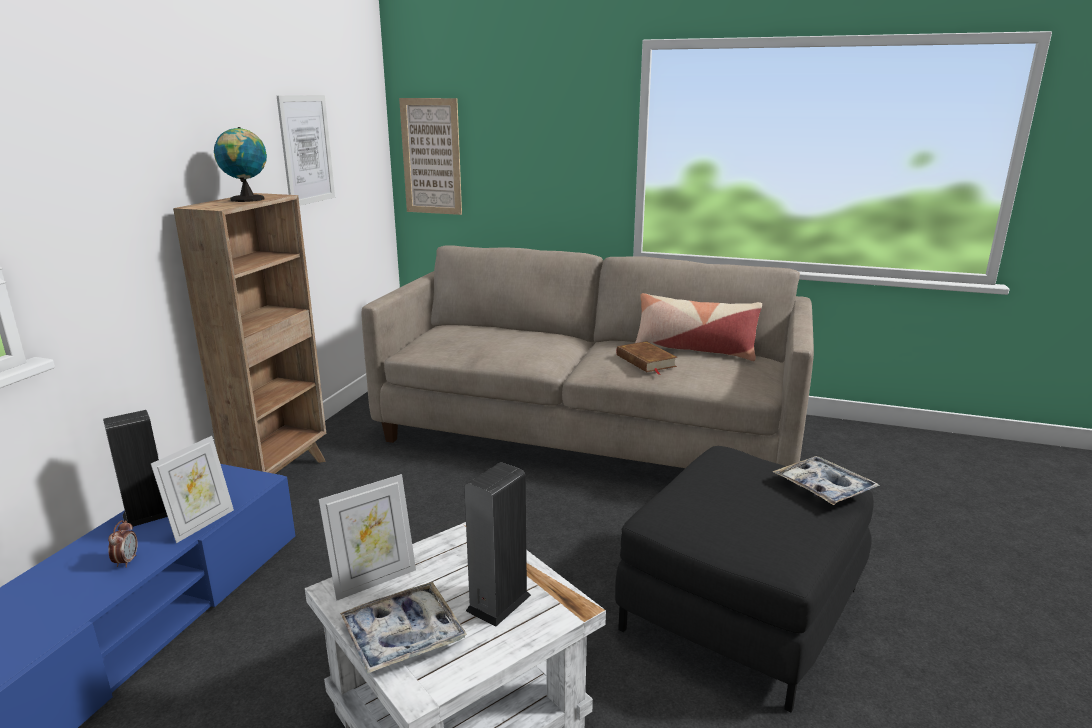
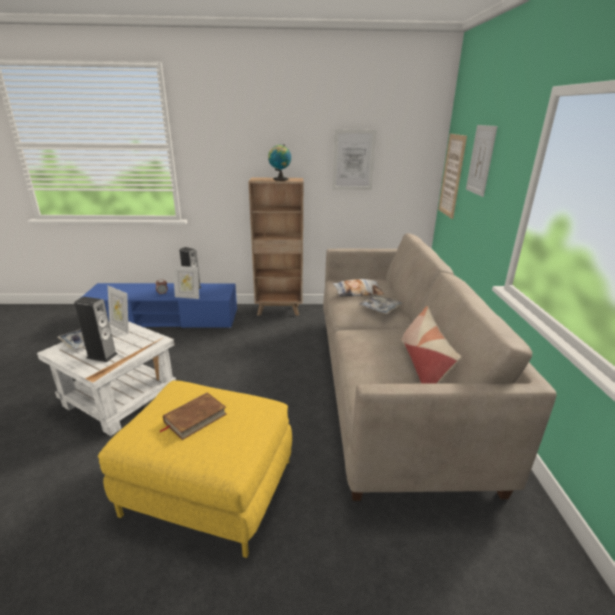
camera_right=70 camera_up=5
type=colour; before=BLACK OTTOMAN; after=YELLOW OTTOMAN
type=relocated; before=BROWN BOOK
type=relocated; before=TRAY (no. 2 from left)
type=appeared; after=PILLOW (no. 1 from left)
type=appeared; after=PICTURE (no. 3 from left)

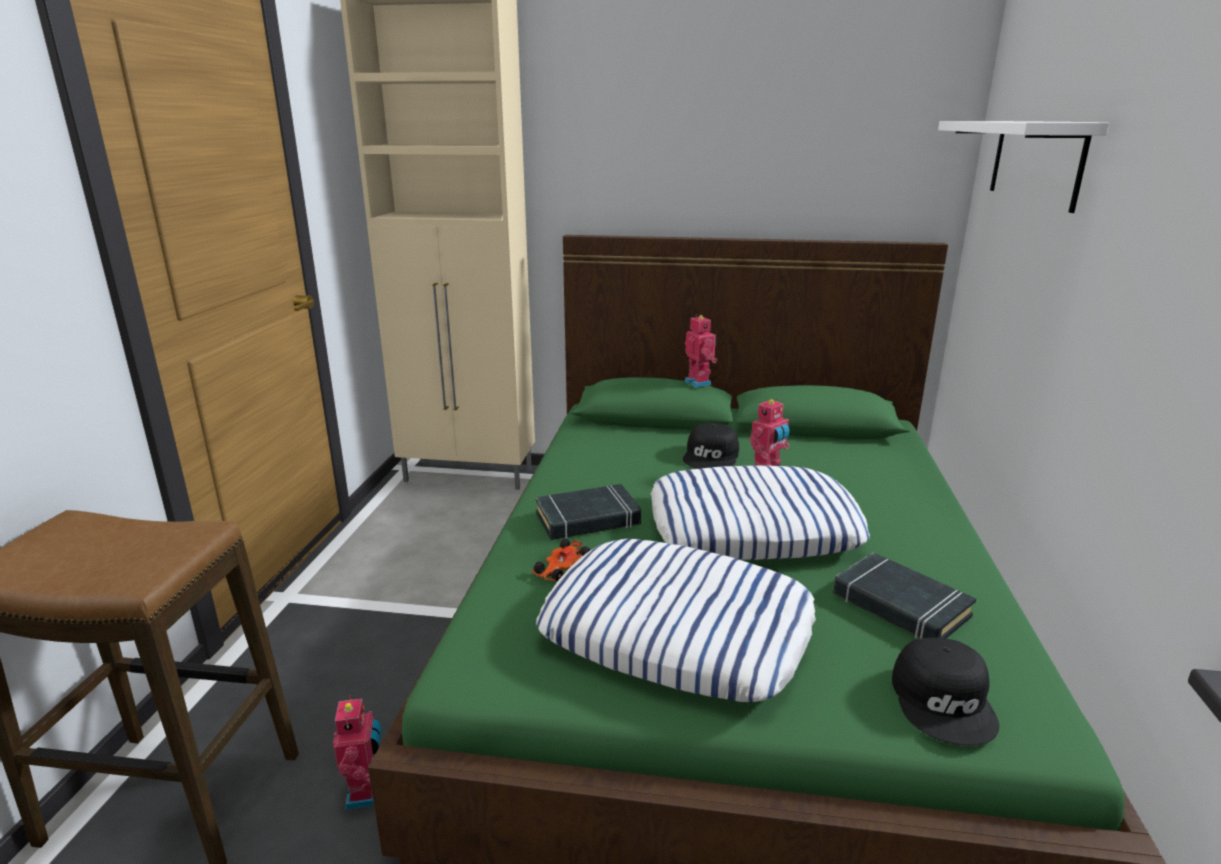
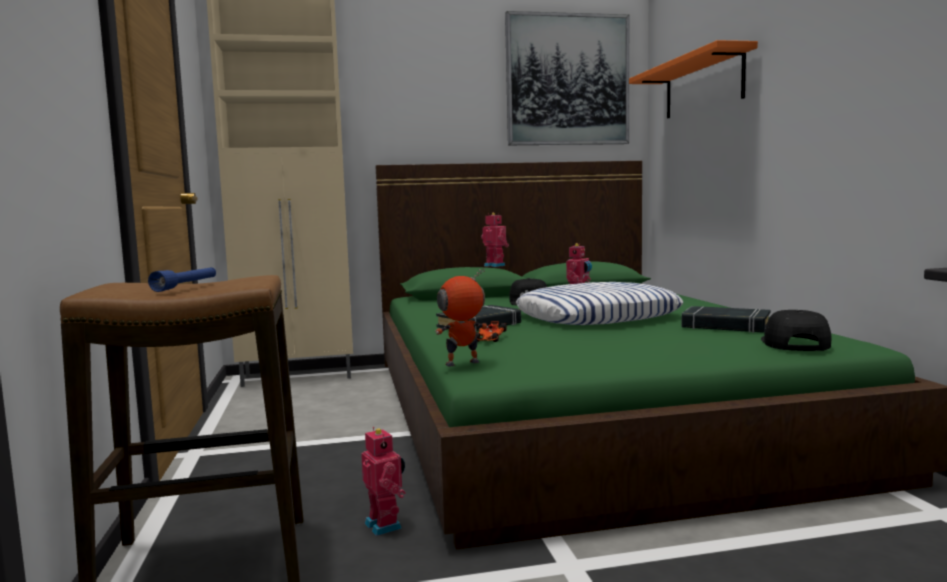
camera_right=-20 camera_up=-15
type=missing; before=PILLOW (no. 1 from left)
type=spun; before=BLACK CAP (no. 2 from left); turn=-150
type=colour; before=WHITE SHELF; after=ORANGE SHELF
type=appeared; after=BLUE FLASHLIGHT
type=appeared; after=TOY ROBOT (no. 2 from left)
type=appeared; after=PICTURE

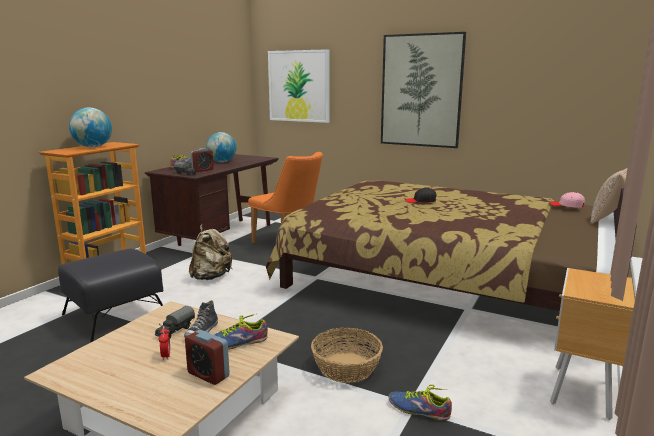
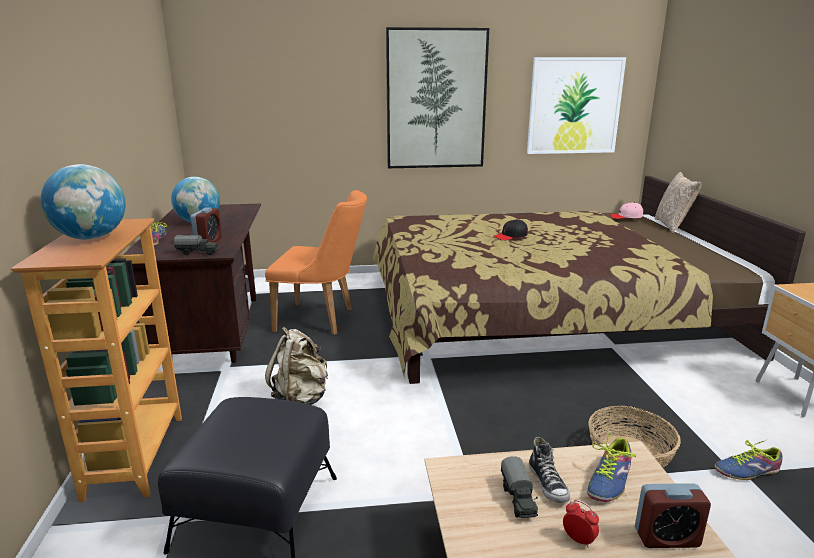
camera_right=-35 camera_up=5
type=relocated; before=PICTURE (no. 1 from left in the first image); after=PICTURE (no. 2 from left)

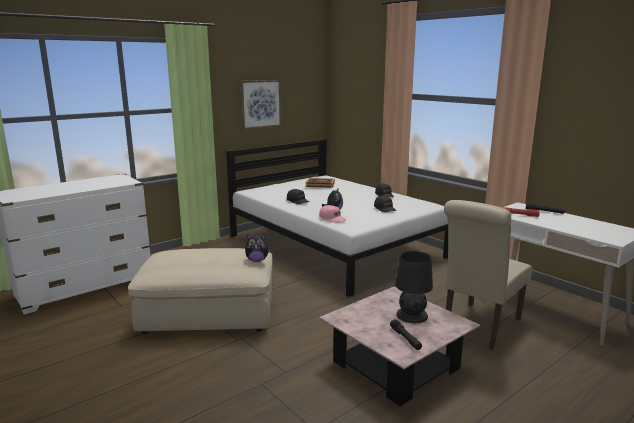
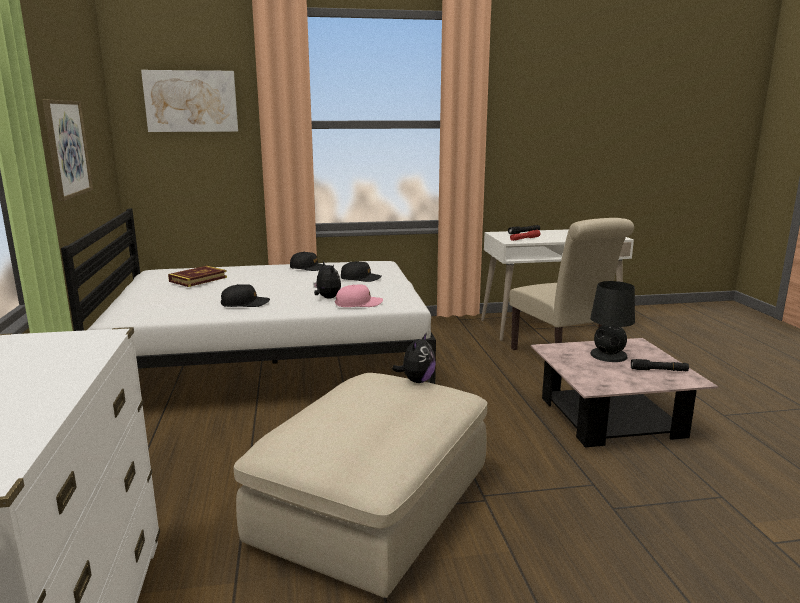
camera_right=-60 camera_up=0
type=appeared; after=PICTURE (no. 2 from left)

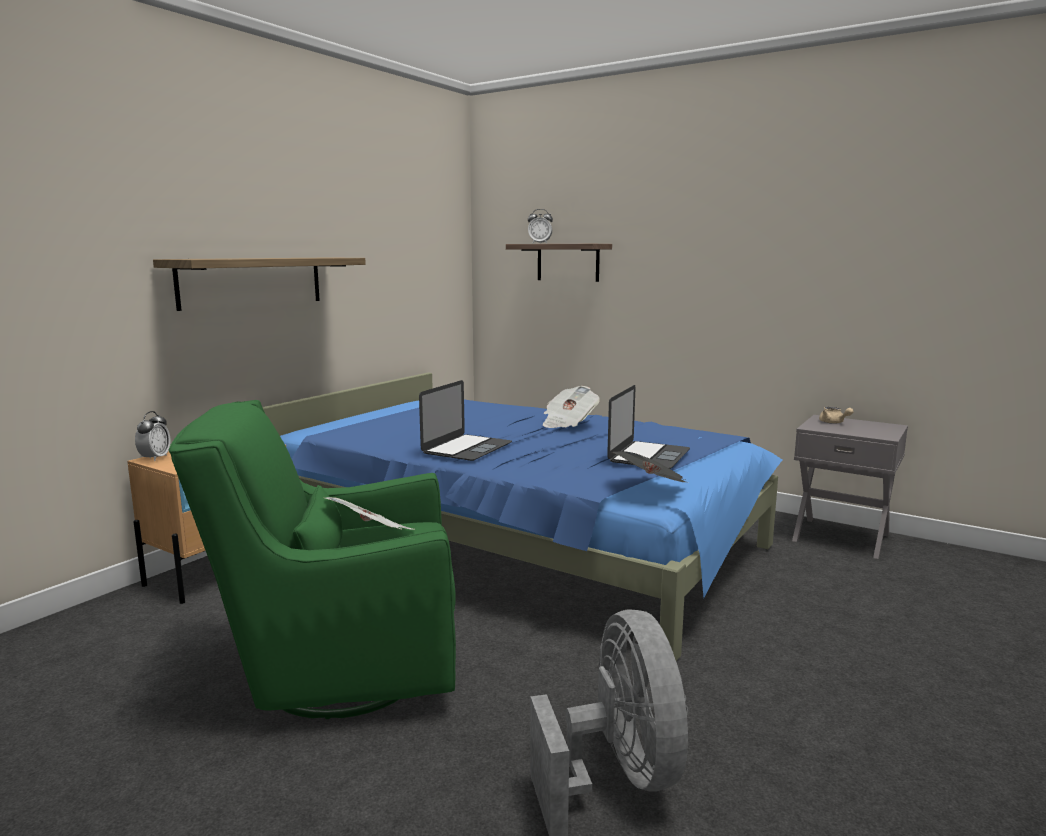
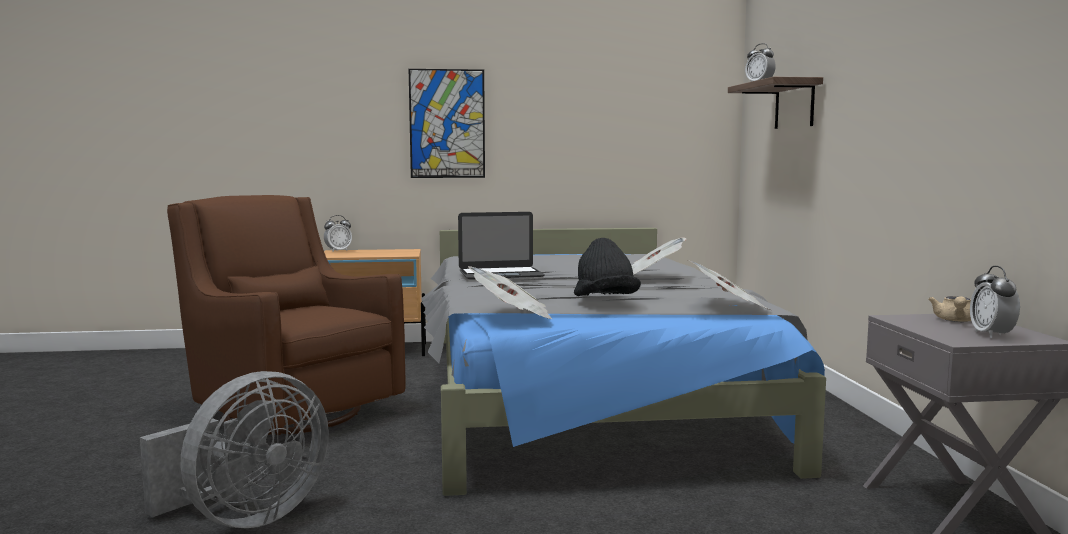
camera_right=50 camera_up=-5
type=exchanged; before=SHELF (no. 1 from left); after=PICTURE
type=colour; before=GREEN ARMCHAIR; after=BROWN ARMCHAIR
type=colour; before=BLUE BED; after=GREY BED
type=relocated; before=NEWSPAPER (no. 1 from left in the first image); after=NEWSPAPER (no. 3 from left)
type=exchanged; before=LAPTOP (no. 2 from left); after=BLACK HAT
type=appeared; after=ALARM CLOCK (no. 3 from left)

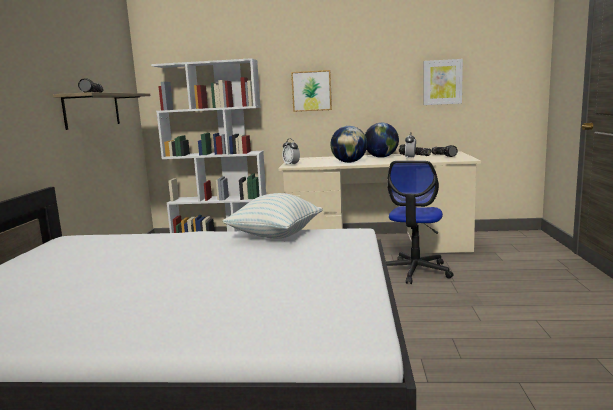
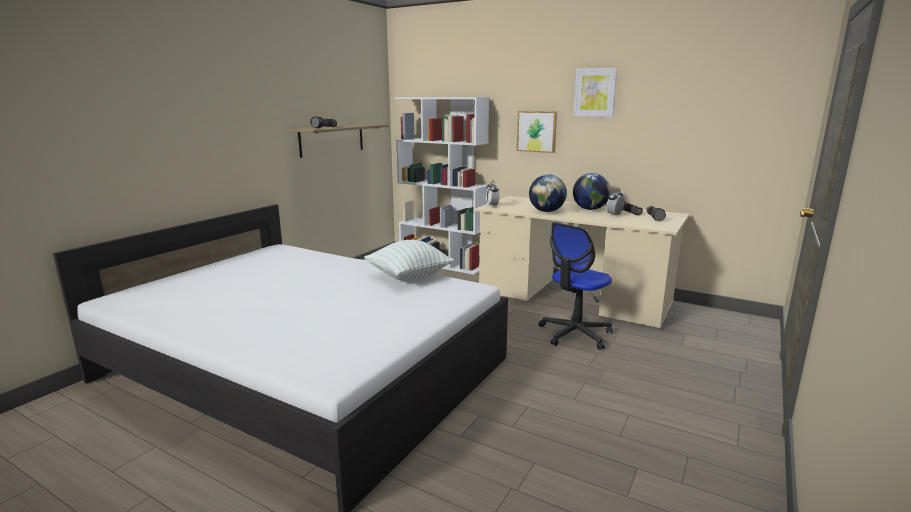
camera_right=25 camera_up=5
type=relocated; before=PICTURE (no. 2 from left)

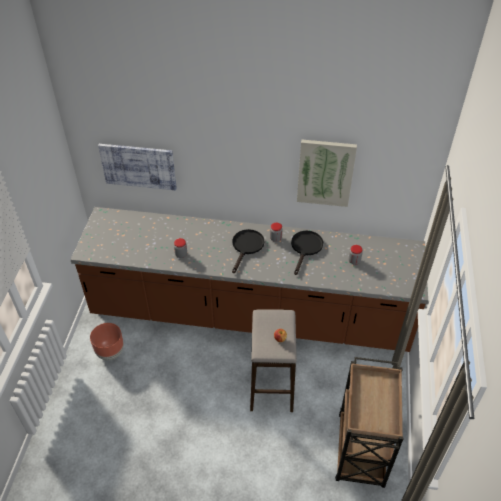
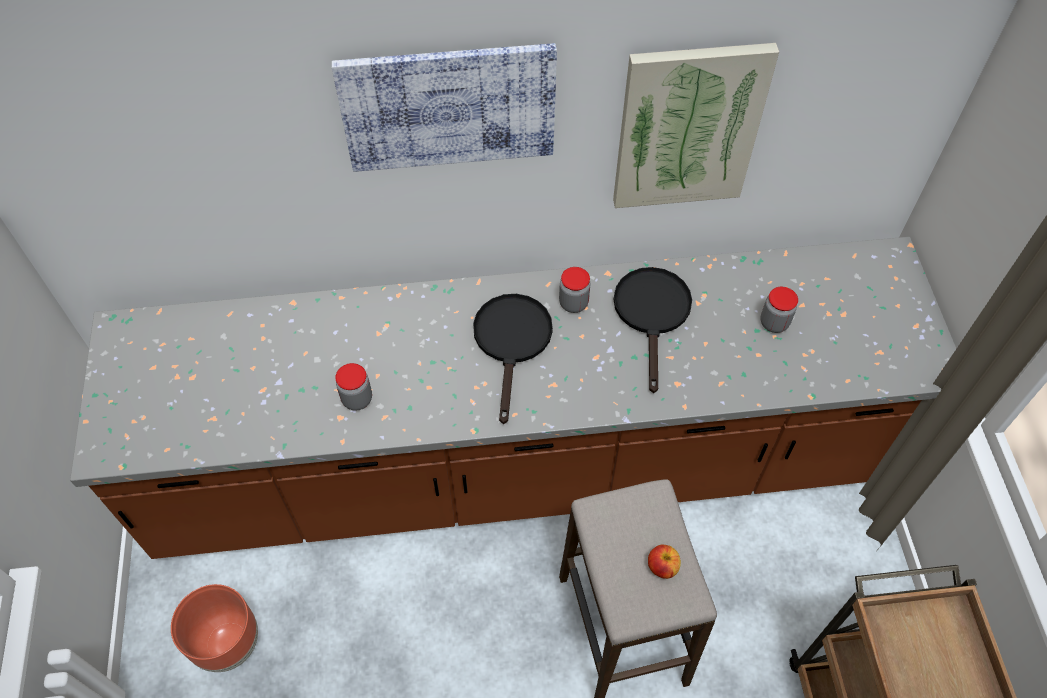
camera_right=-15 camera_up=10
type=relocated; before=PICTURE (no. 1 from left)

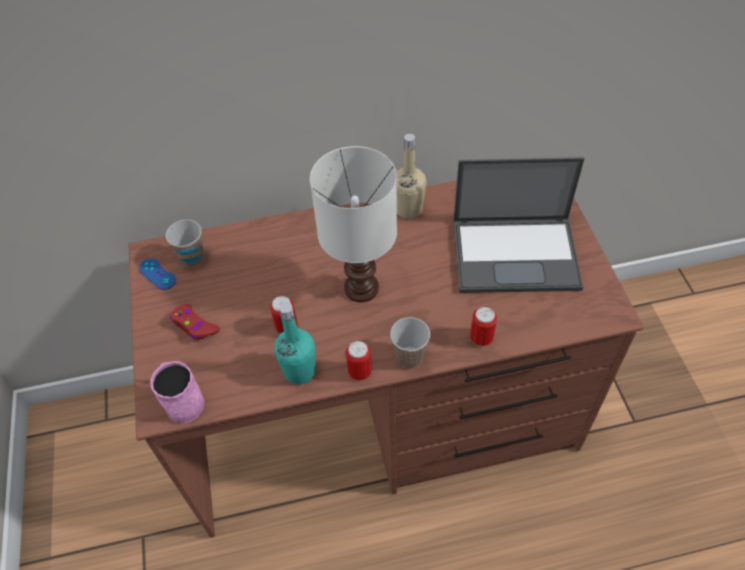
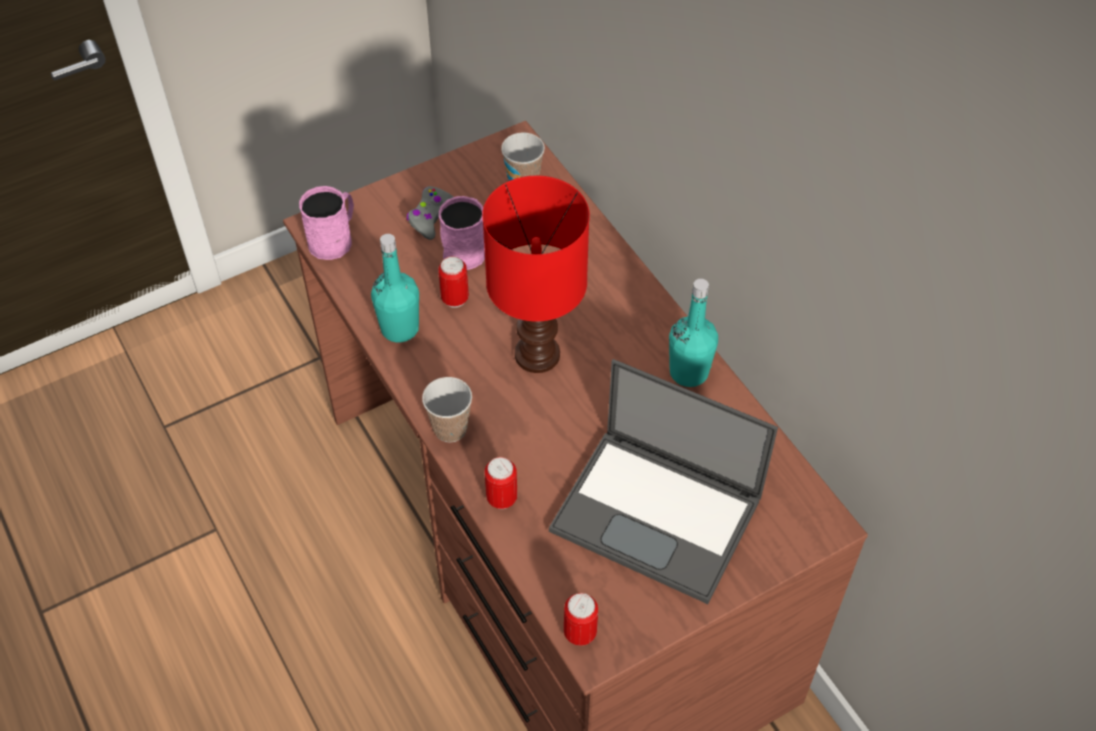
camera_right=70 camera_up=0
type=missing; before=BLUE GAME CONTROLLER
type=colour; before=RED GAME CONTROLLER; after=GREY GAME CONTROLLER
type=colour; before=WHITE TABLE LAMP; after=RED TABLE LAMP
type=relocated; before=CAN (no. 2 from left in the first image); after=CAN (no. 3 from left)
type=colour; before=BEIGE BOTTLE; after=TURQUOISE BOTTLE (no. 2 from left)
type=spun; before=LAPTOP; turn=-45
type=appeared; after=PINK MUG (no. 2 from left)

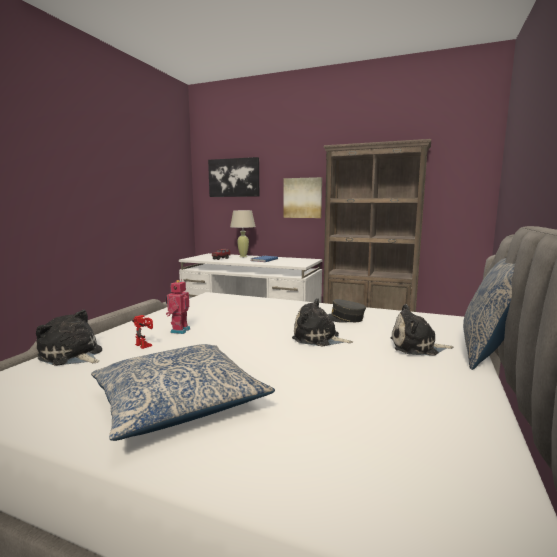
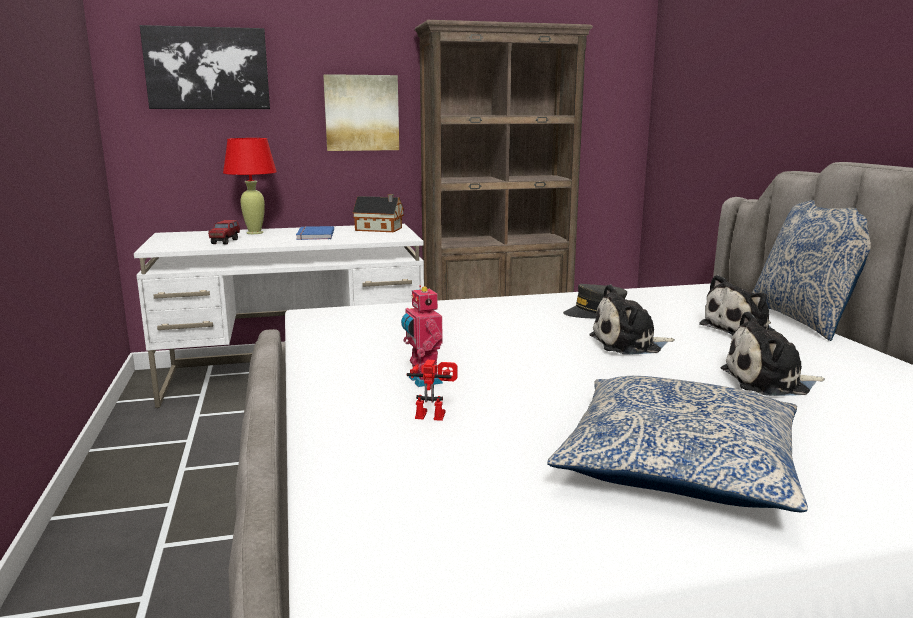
camera_right=-35 camera_up=5
type=relocated; before=PLUSH TOY (no. 1 from left in the first image); after=PLUSH TOY (no. 3 from left)
type=colour; before=BEIGE TABLE LAMP; after=RED TABLE LAMP
type=appeared; after=TOY HOUSE

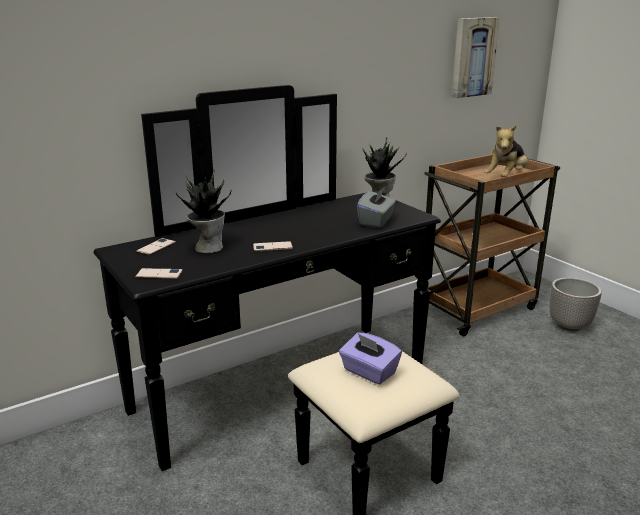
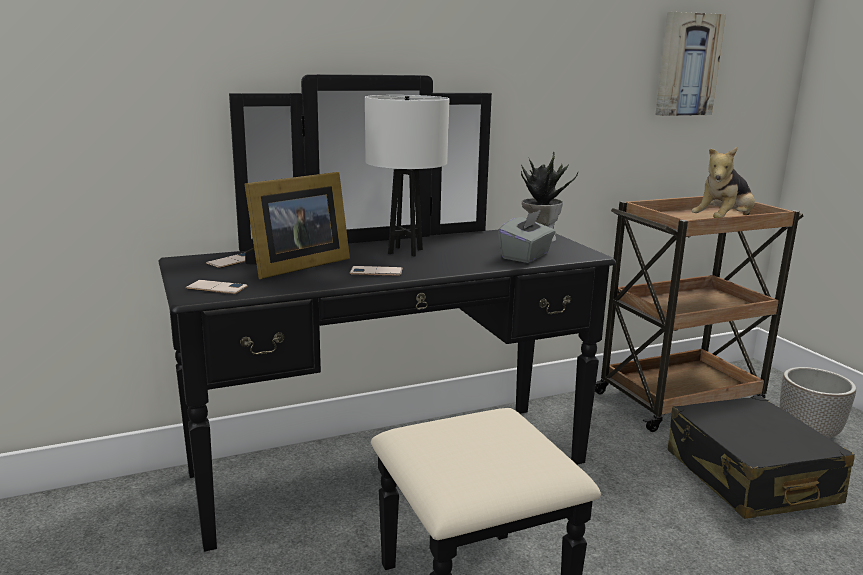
camera_right=10 camera_up=-5
type=exchanged; before=POTTED PLANT (no. 1 from left); after=PICTURE FRAME
type=missing; before=PURPLE TISSUE BOX
type=appeared; after=WHITE TABLE LAMP
type=appeared; after=BLACK SUITCASE

